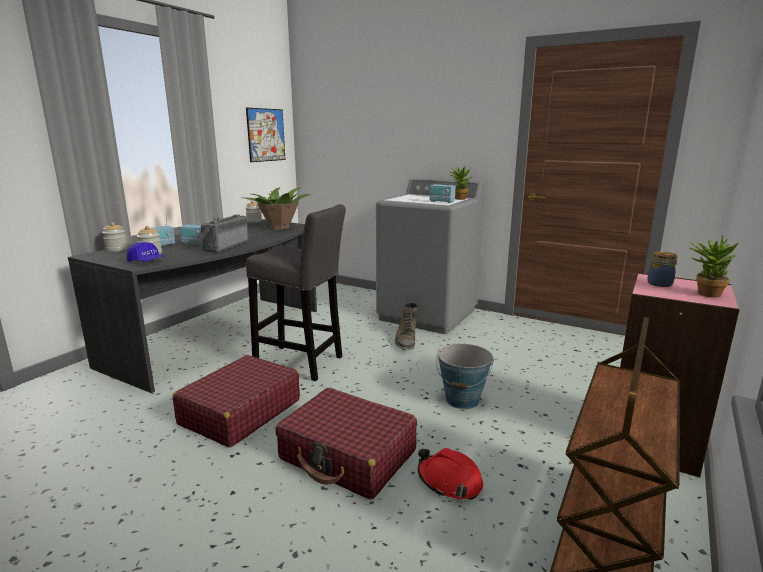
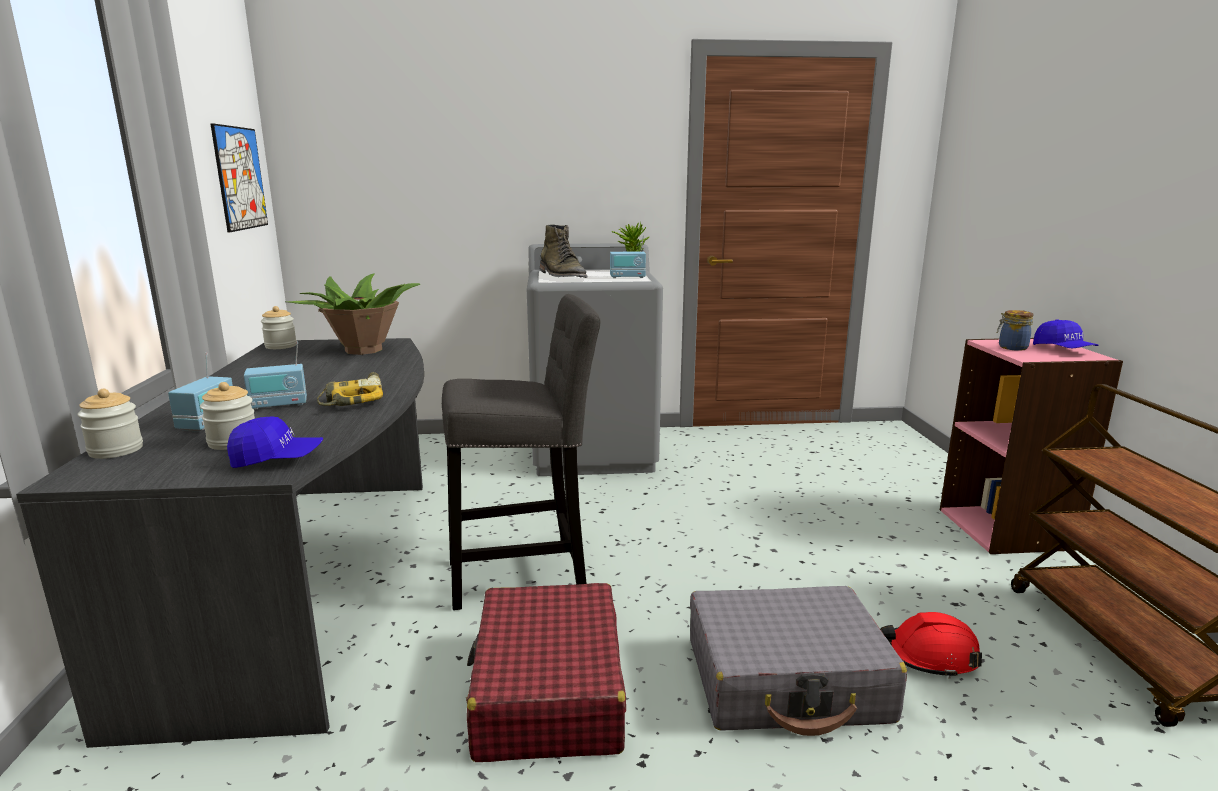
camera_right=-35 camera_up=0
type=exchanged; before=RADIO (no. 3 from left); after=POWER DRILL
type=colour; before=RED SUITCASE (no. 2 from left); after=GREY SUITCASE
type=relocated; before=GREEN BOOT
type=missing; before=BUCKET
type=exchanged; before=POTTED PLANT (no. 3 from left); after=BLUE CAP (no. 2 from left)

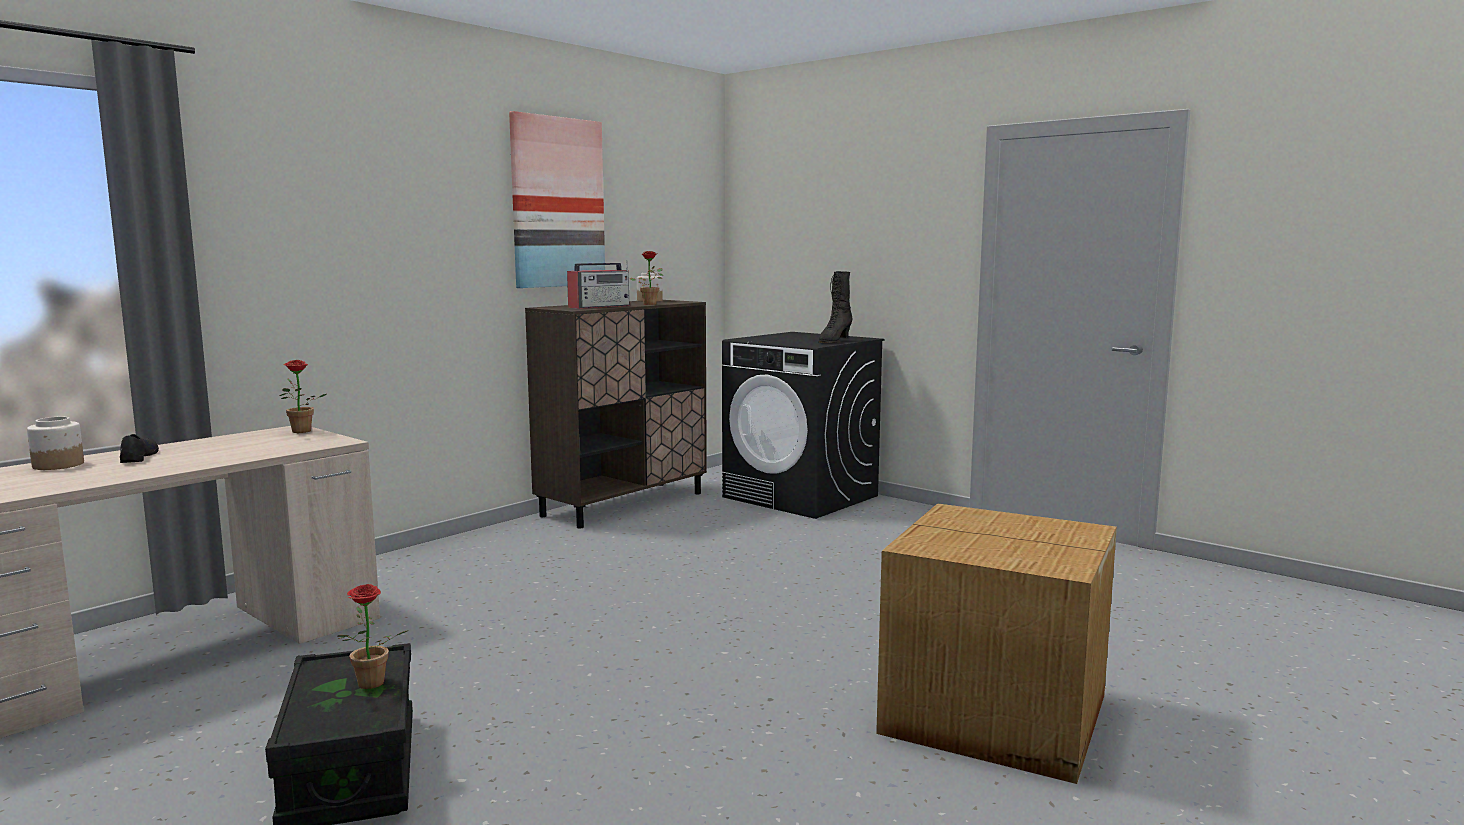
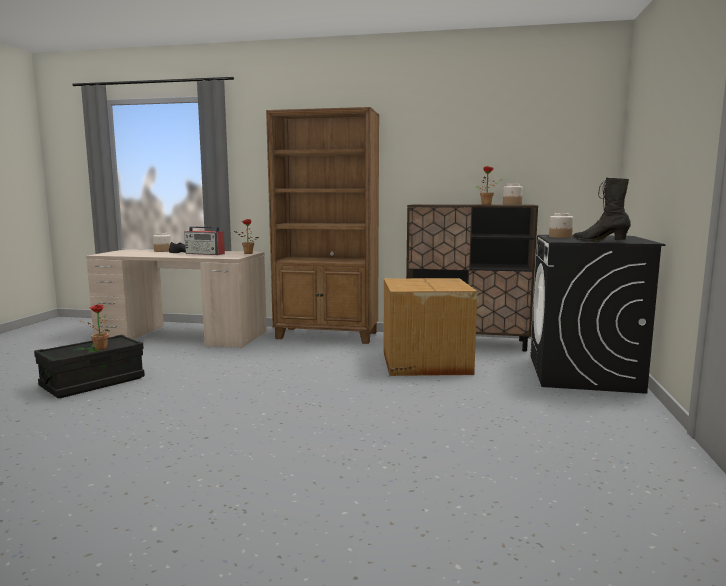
camera_right=60 camera_up=0
type=missing; before=PICTURE
type=relocated; before=RADIO
type=spun; before=BLACK BOOT; turn=45
type=relocated; before=CARDBOARD BOX
type=appeared; after=BROWN BOOKCASE
type=appeared; after=JAR (no. 3 from left)

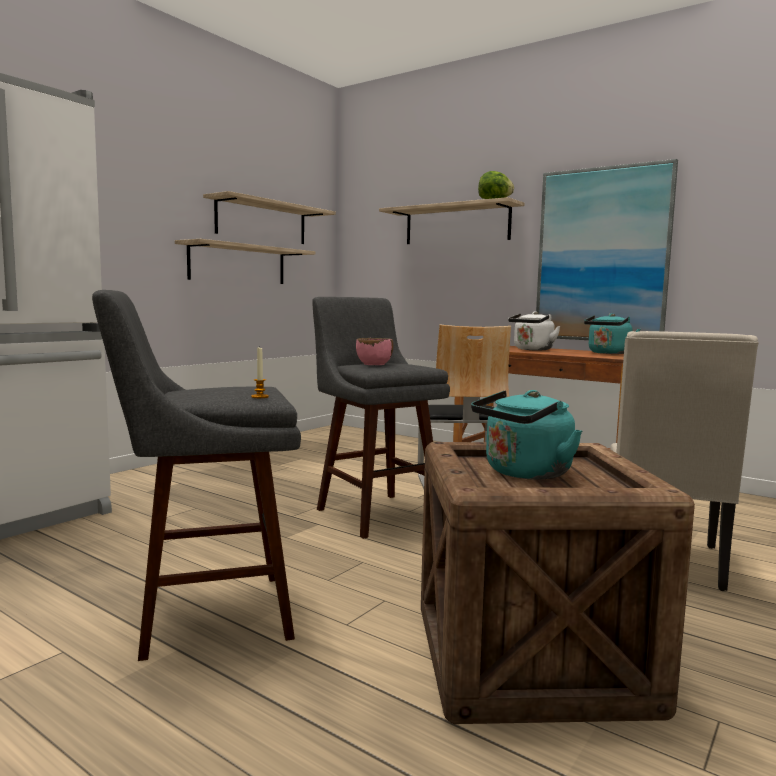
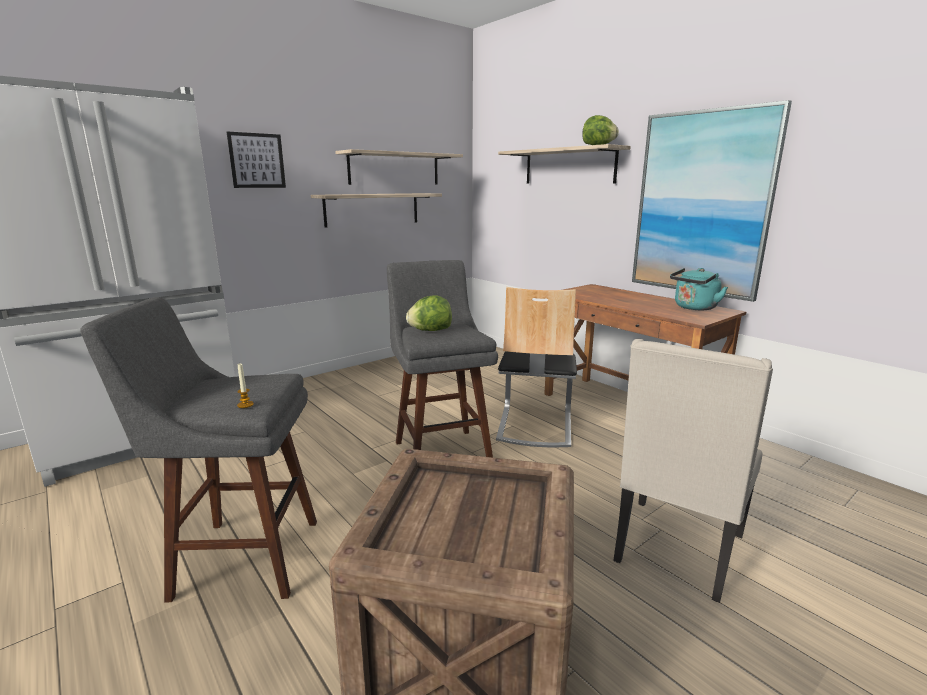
camera_right=15 camera_up=10
type=exchanged; before=PINK BOWL; after=LETTUCE (no. 1 from left)
type=missing; before=TURQUOISE KETTLE (no. 1 from left)
type=missing; before=WHITE KETTLE
type=appeared; after=PICTURE (no. 1 from left)

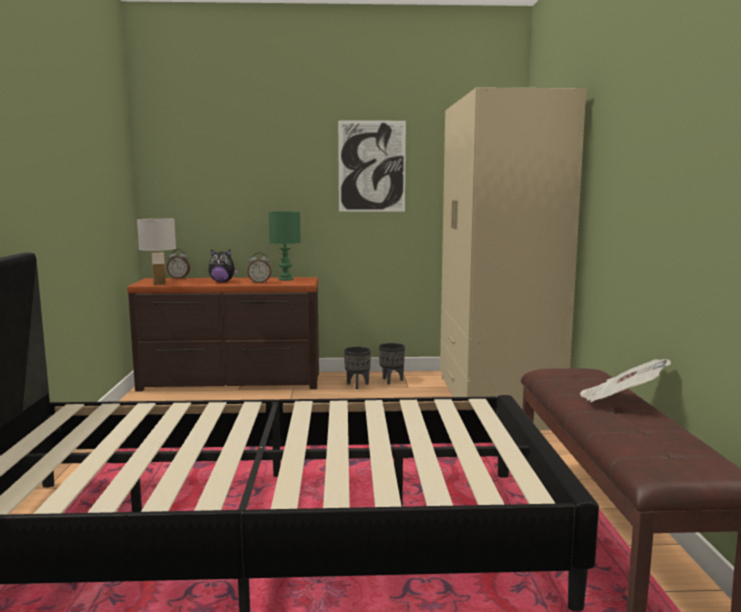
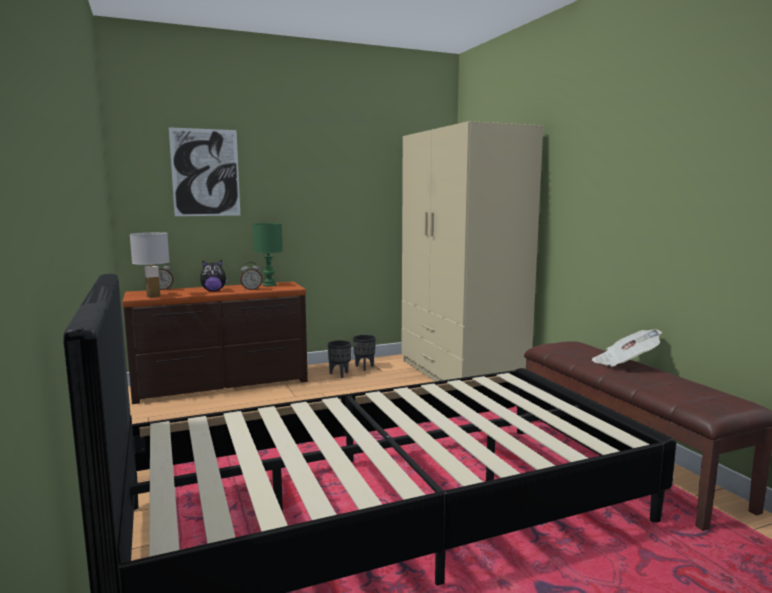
camera_right=-20 camera_up=0
type=relocated; before=PICTURE

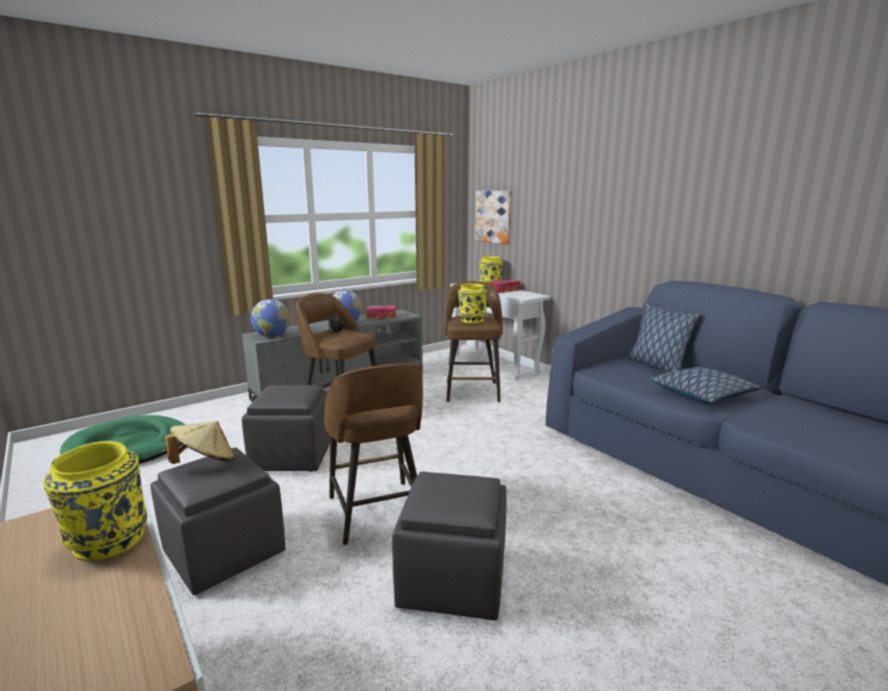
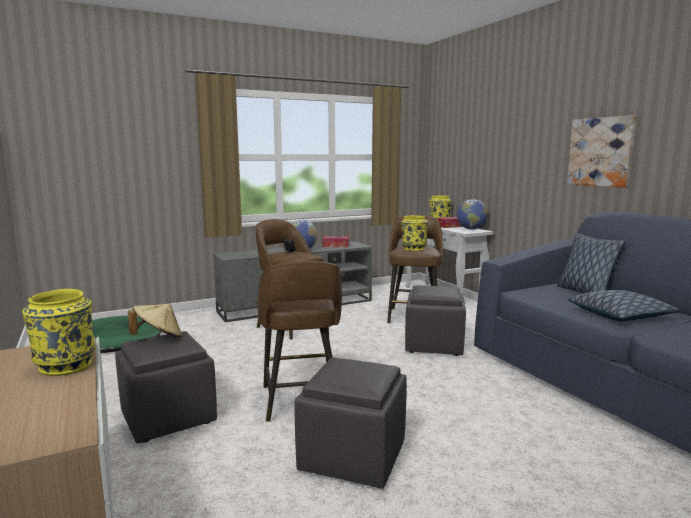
camera_right=10 camera_up=-5
type=relocated; before=GREY OTTOMAN (no. 2 from left in the first image); after=GREY OTTOMAN (no. 3 from left)
type=relocated; before=GLOBE (no. 1 from left in the first image); after=GLOBE (no. 2 from left)
type=relocated; before=PICTURE

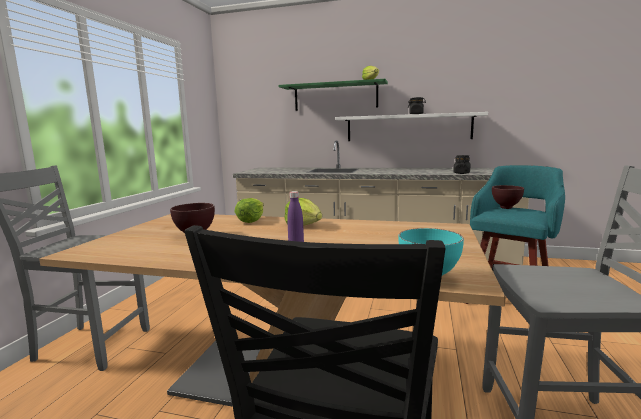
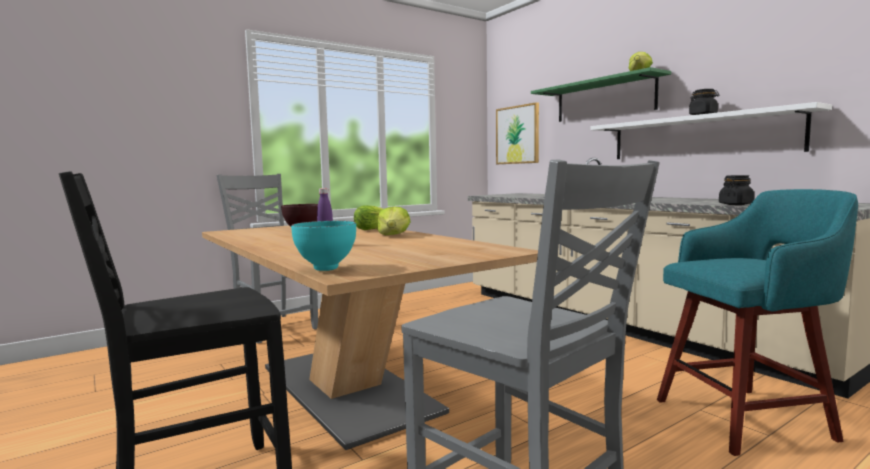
camera_right=40 camera_up=-5
type=missing; before=BROWN BOWL (no. 2 from left)
type=appeared; after=PICTURE

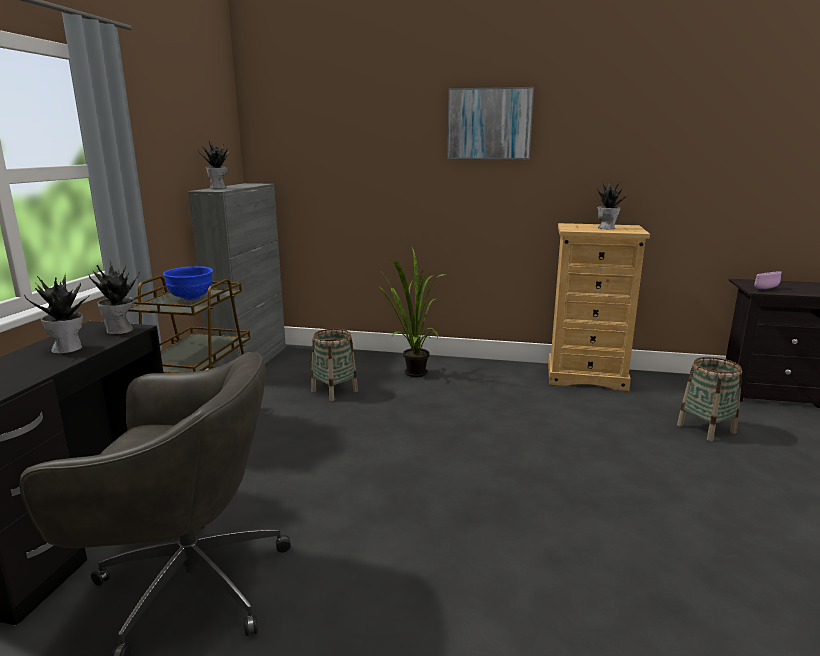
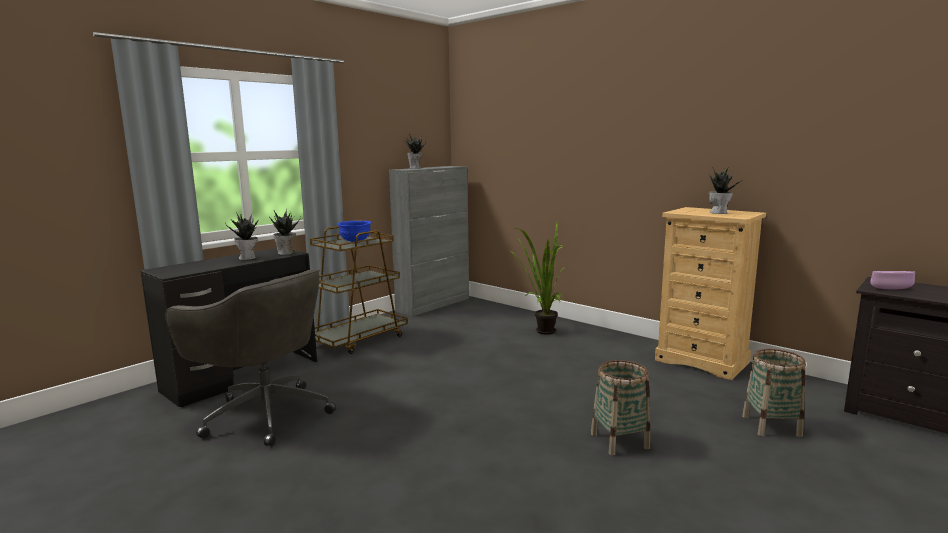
camera_right=30 camera_up=-5
type=relocated; before=BASKET (no. 1 from left)
type=missing; before=PICTURE

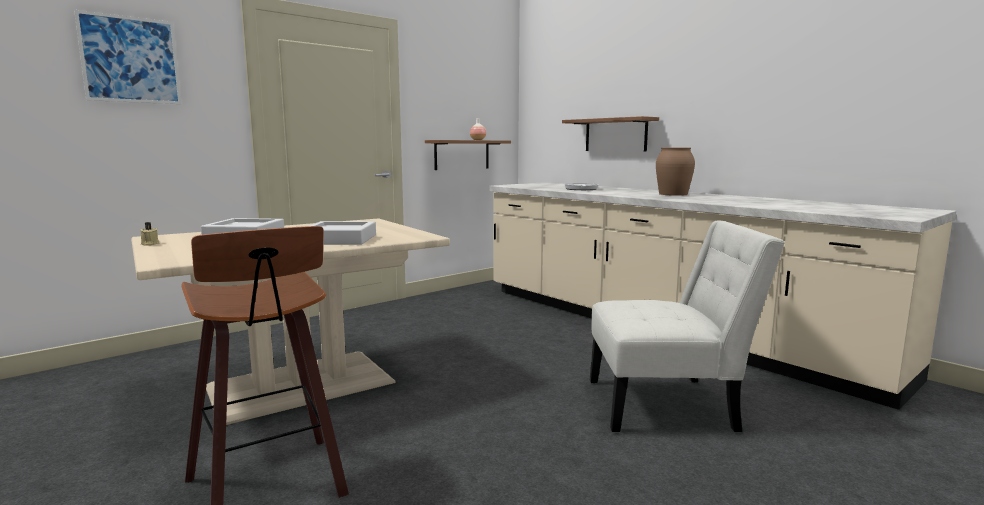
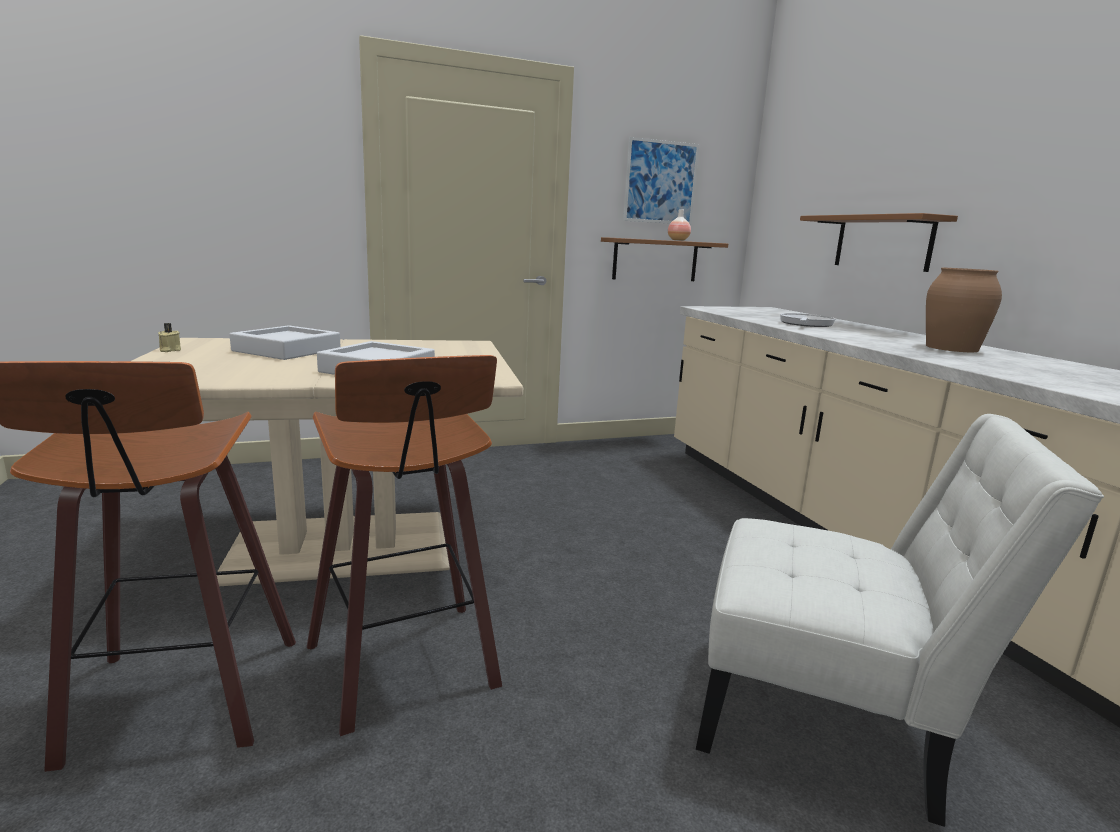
camera_right=20 camera_up=5
type=relocated; before=PICTURE
type=appeared; after=STOOL (no. 2 from left)

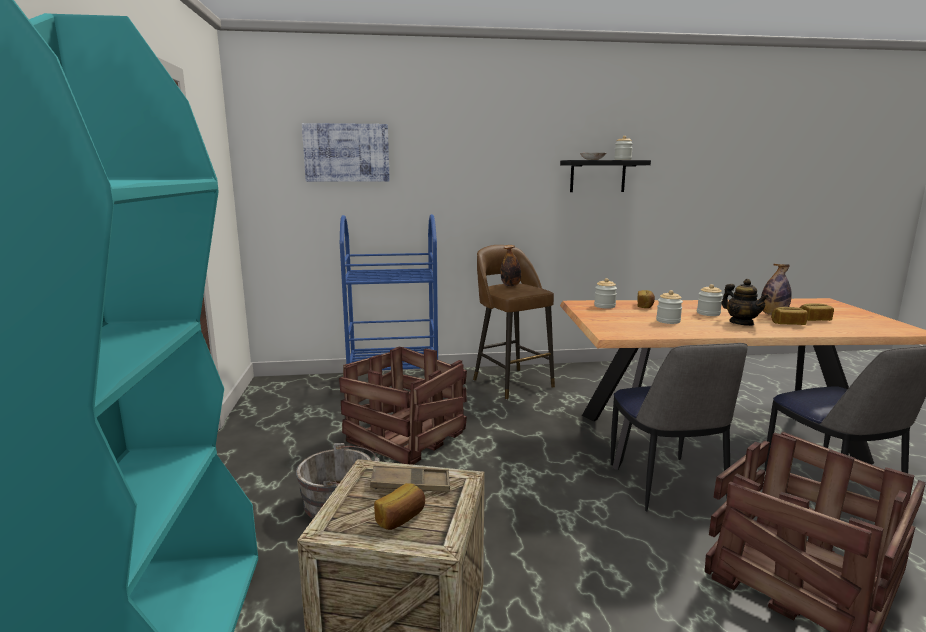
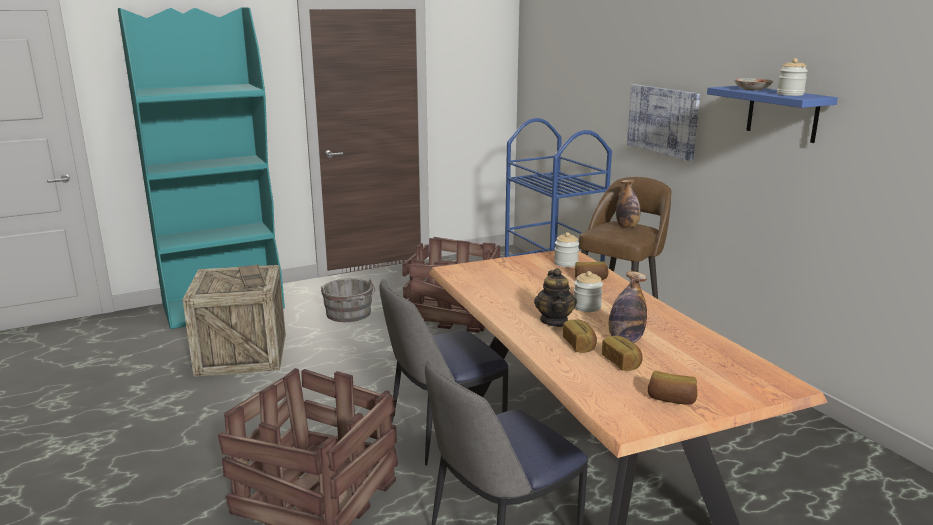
camera_right=70 camera_up=5
type=relocated; before=PICTURE
type=relocated; before=BREAD (no. 1 from left in the first image); after=BREAD (no. 4 from left)
type=colour; before=BLACK SHELF; after=BLUE SHELF
type=missing; before=JAR (no. 3 from left)
type=spun; before=TEAPOT; turn=-45

